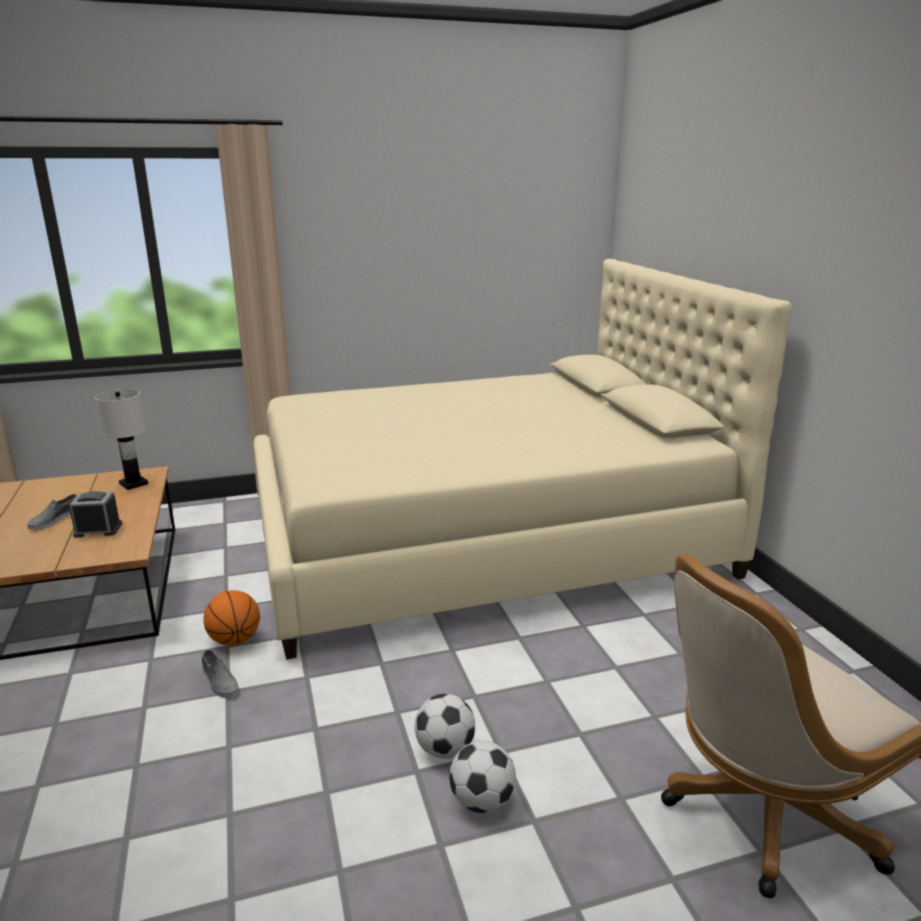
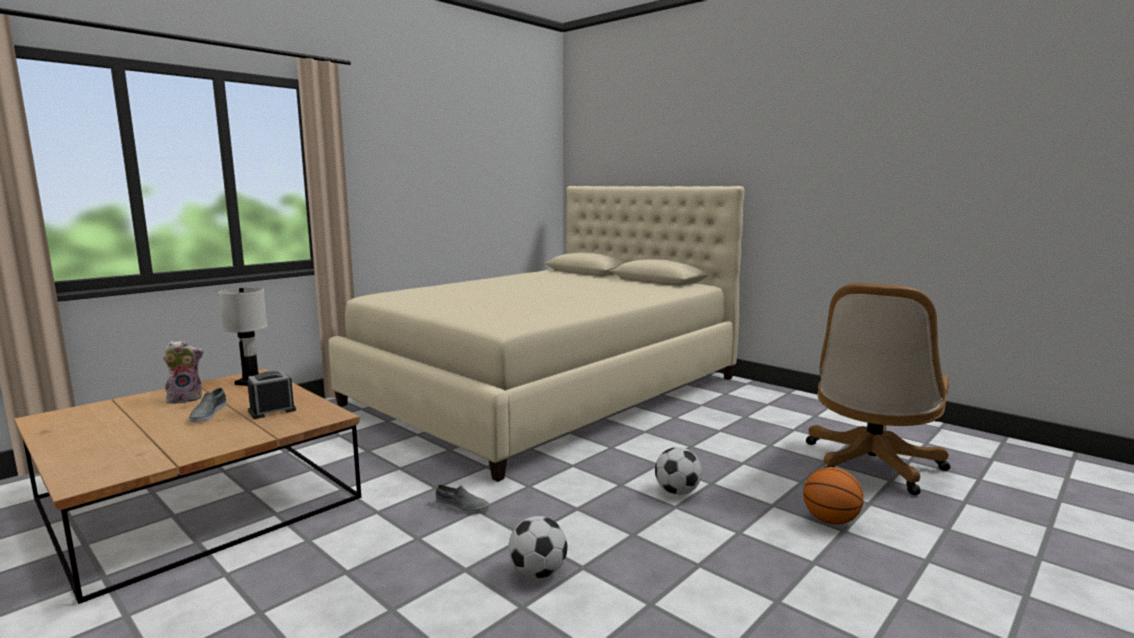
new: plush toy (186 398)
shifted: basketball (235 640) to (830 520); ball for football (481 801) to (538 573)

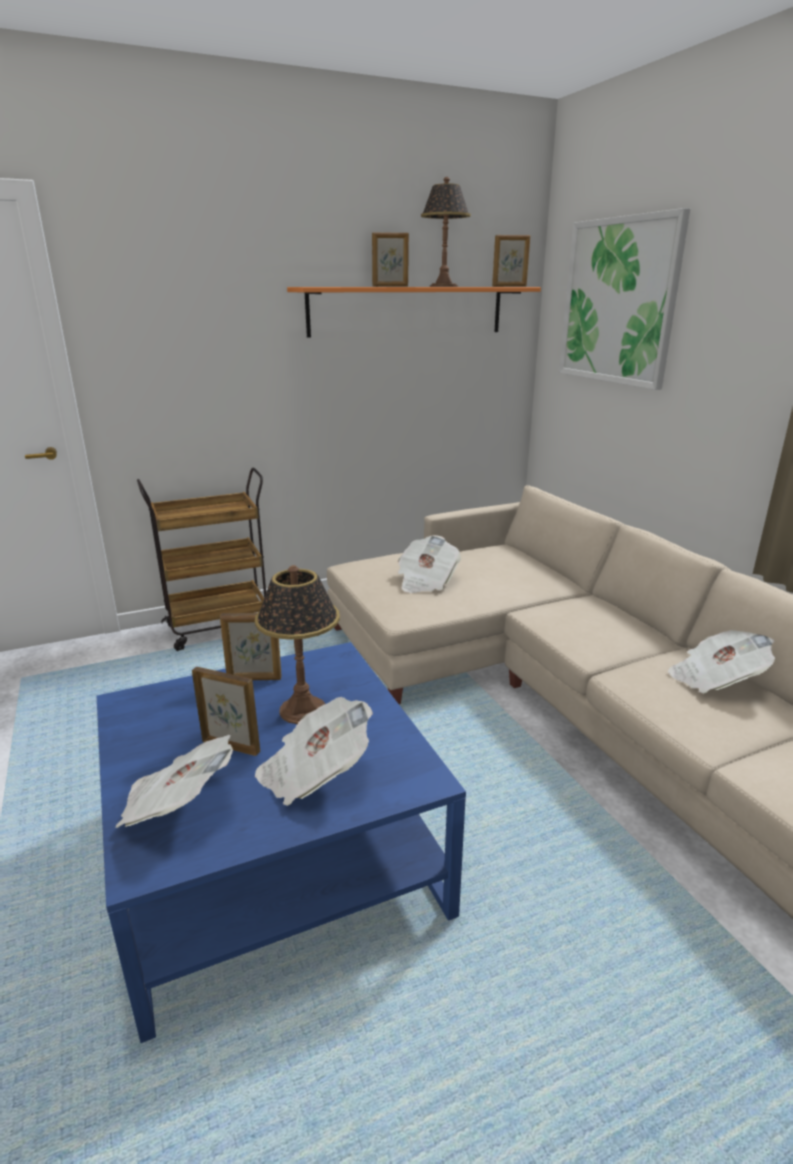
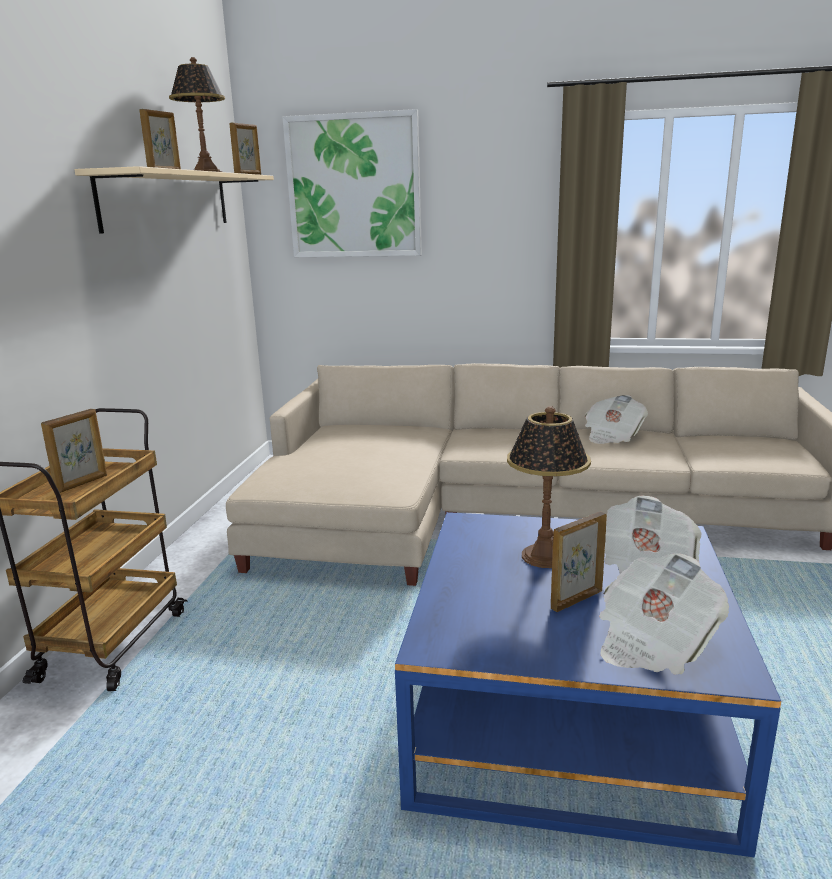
gone: printed paper (426 581)
shifted: picture frame (254 679) to (82 483)
repainted: bracket shelf (orange) (407 311) to bracket shelf (beige-coloured) (168 200)

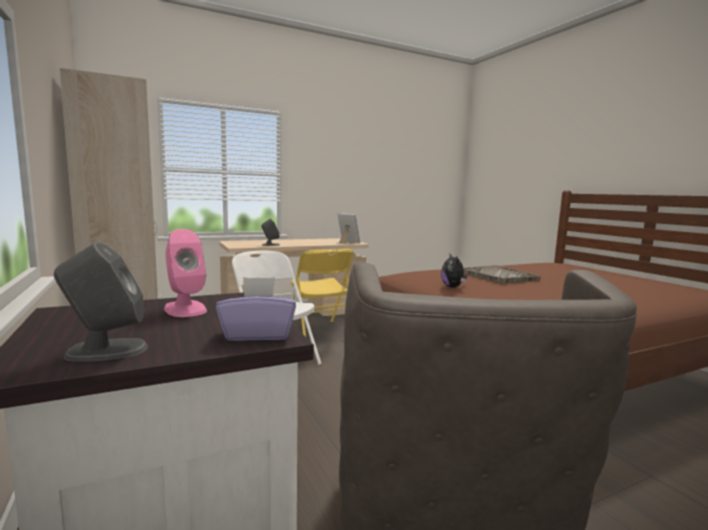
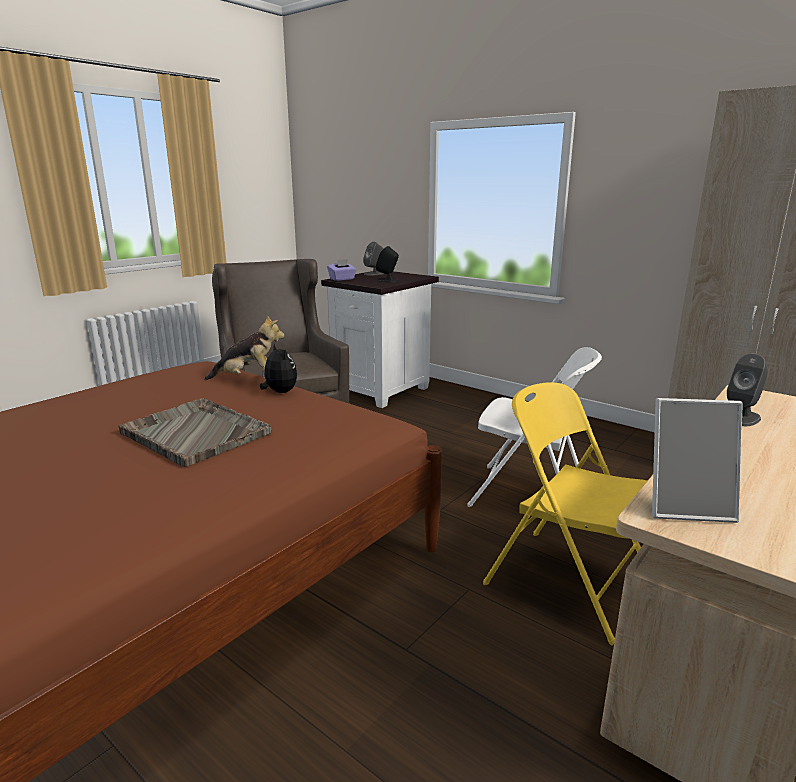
new: plush toy (248 378)
repainted: audio speaker (pink-coloured) (185 309) to audio speaker (blackish) (387 281)

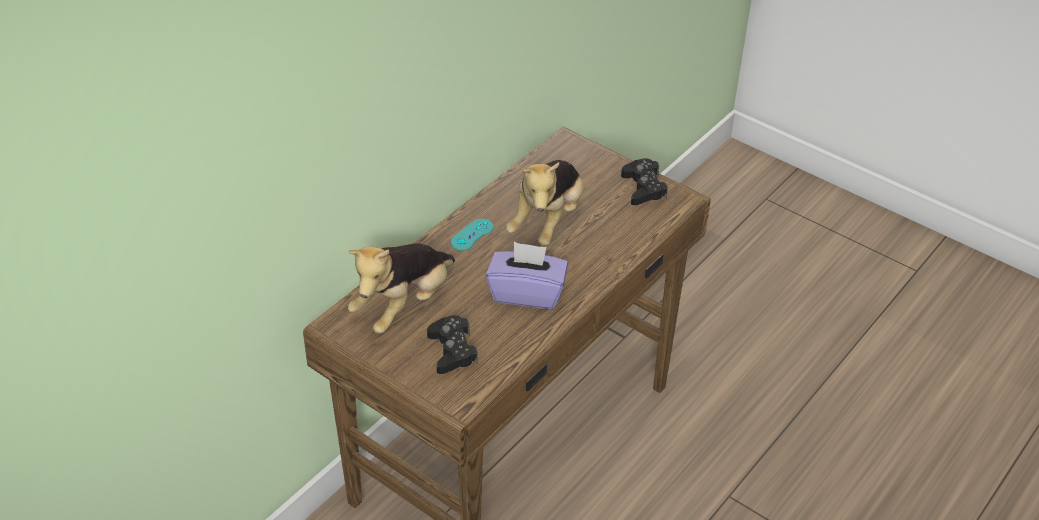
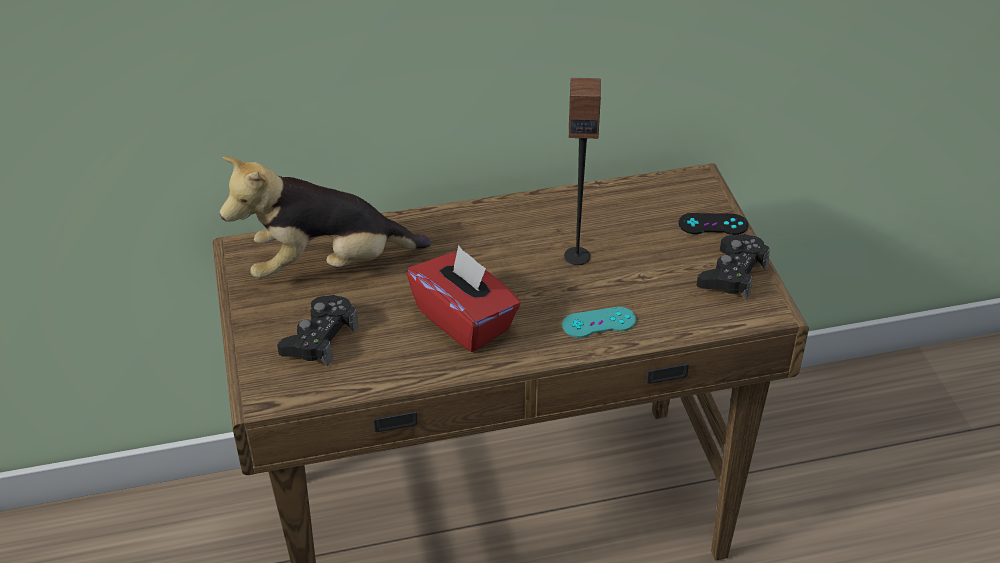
new: joypad (blackish) (713 224)
shifted: joypad (blue-green) (472 235) to (599 323)
swapped: plush toy (547 221) to audio speaker (577 256)
repainted: tissue holder (purplish) (527 293) to tissue holder (red-coloured) (465 320)

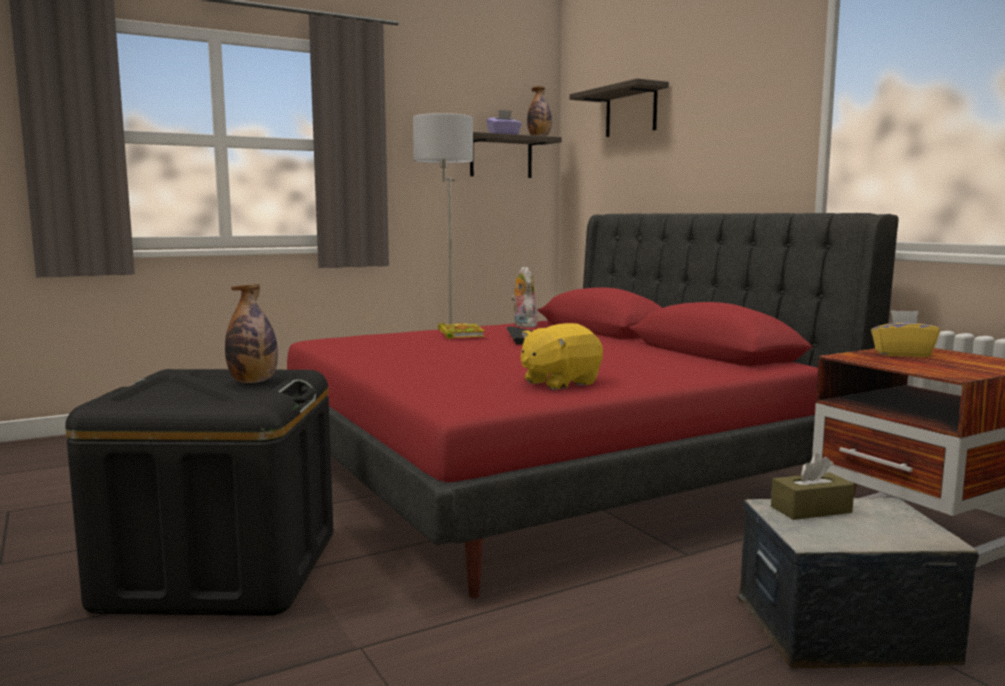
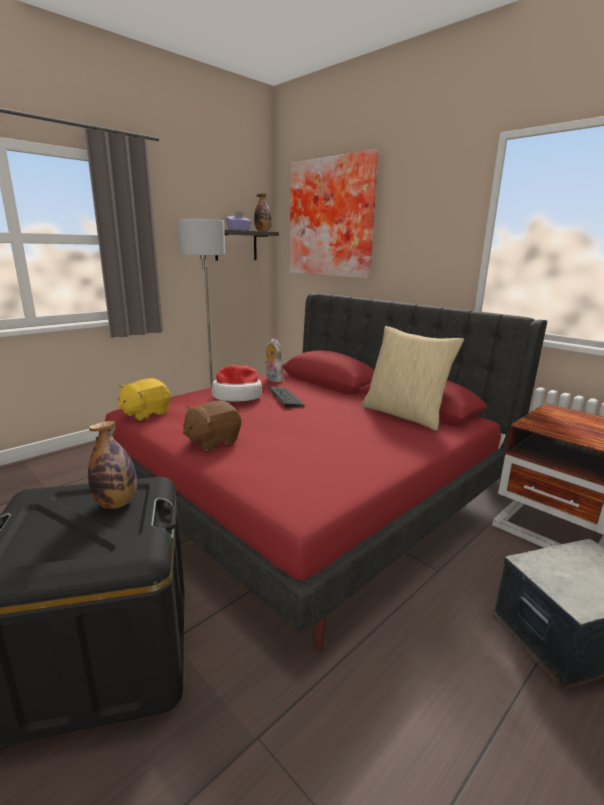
gone: tissue holder (brown-coloured) (811 509); tissue holder (yellow-coloured) (902 354)
new: plush toy (brown-coloured) (212 441); pillow (beige-coloured) (404 414)
shifted: plush toy (yellow-coloured) (559 383) to (145 414)
swapped: book (460 334) to hat (237 396); bracket shelf (631 111) to wall picture (332 218)

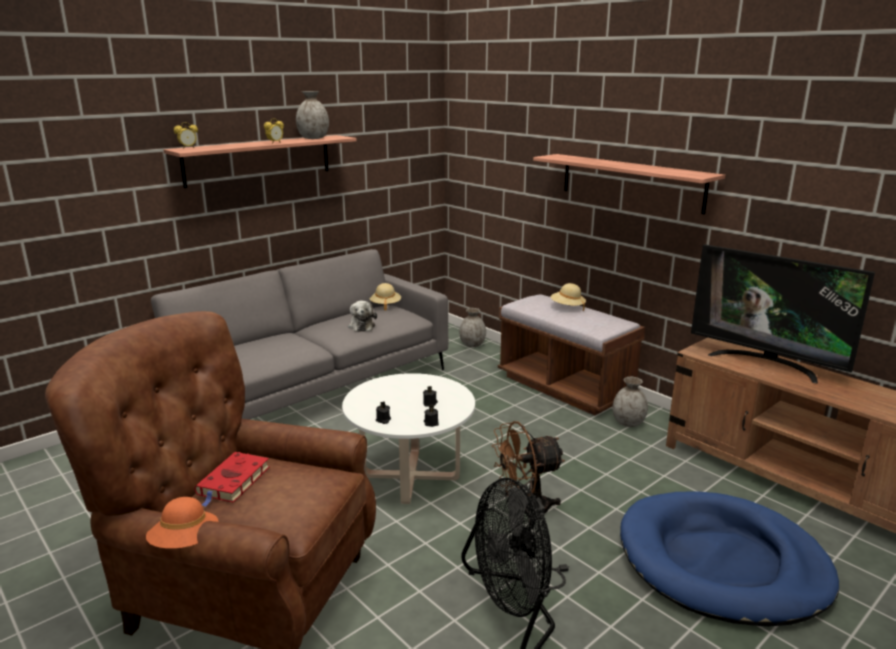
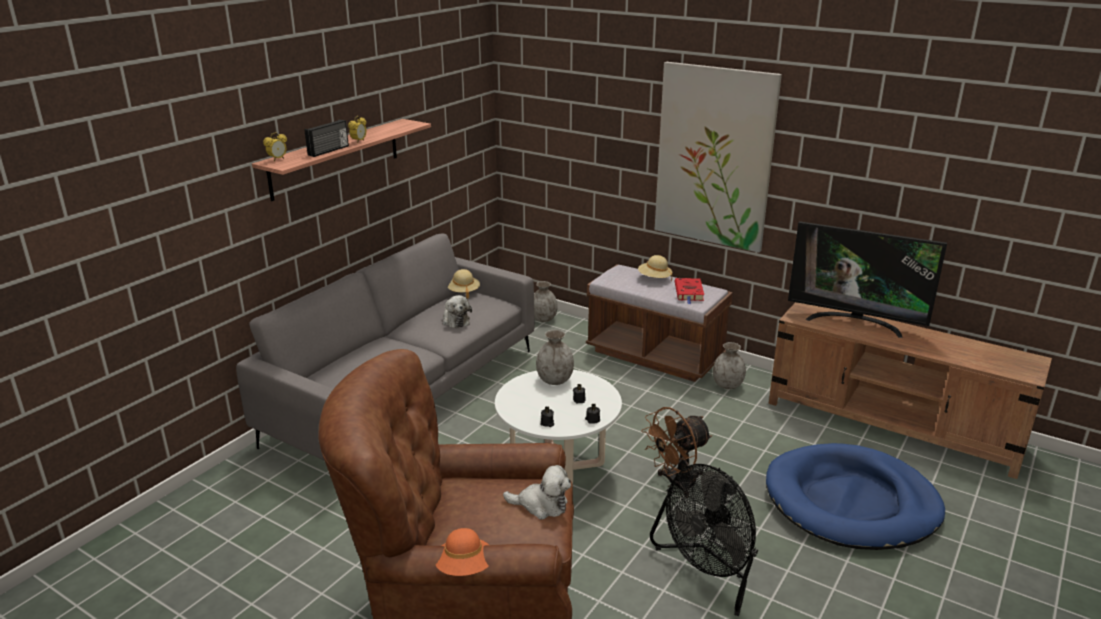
new: radio set (329 151); plush toy (541 505)
shifted: book (red-coloured) (233 482) to (689 293); vase (grey) (313 138) to (555 380)
swapped: bracket shelf (631 182) to wall picture (714 157)

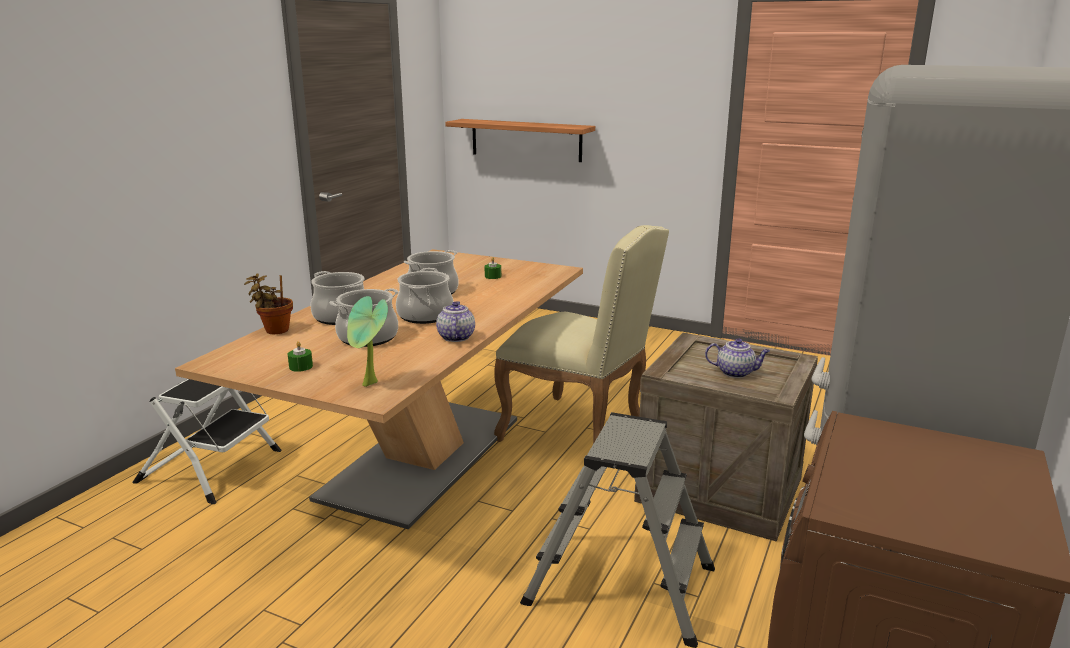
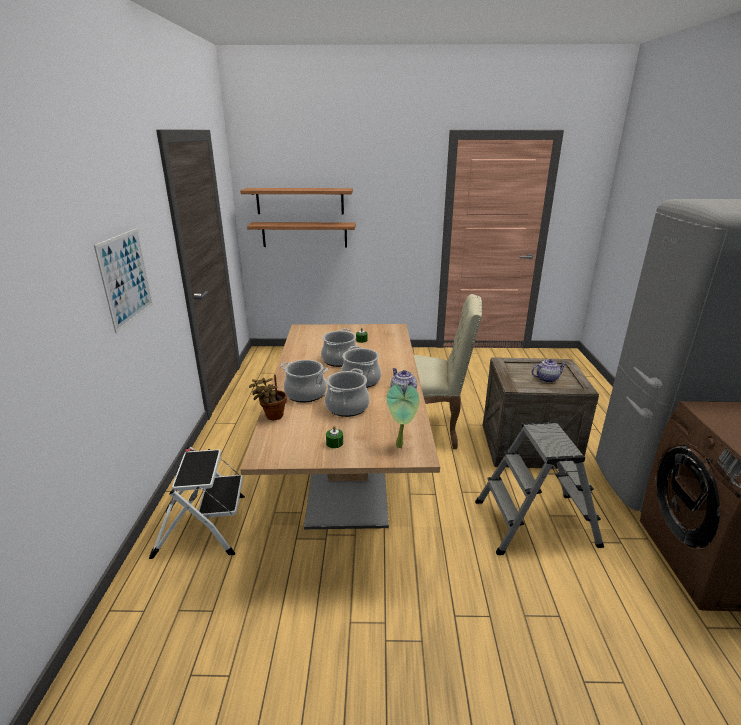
new: wall picture (126 278); bracket shelf (300 201)

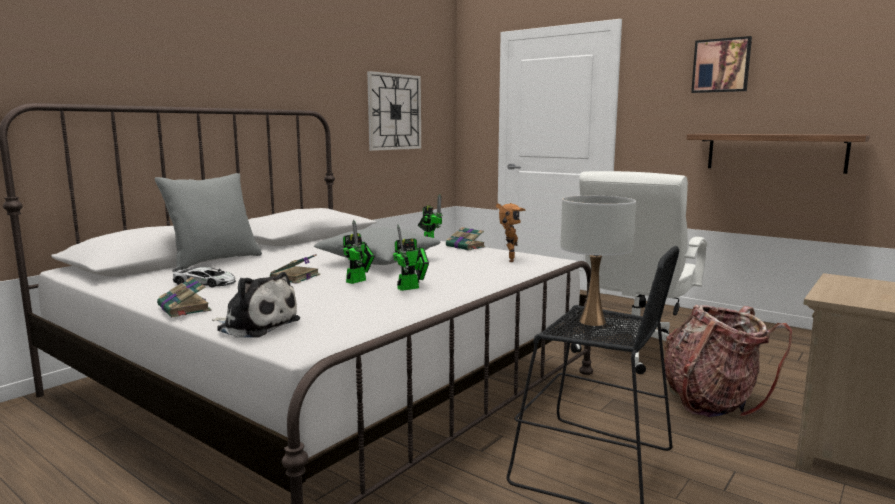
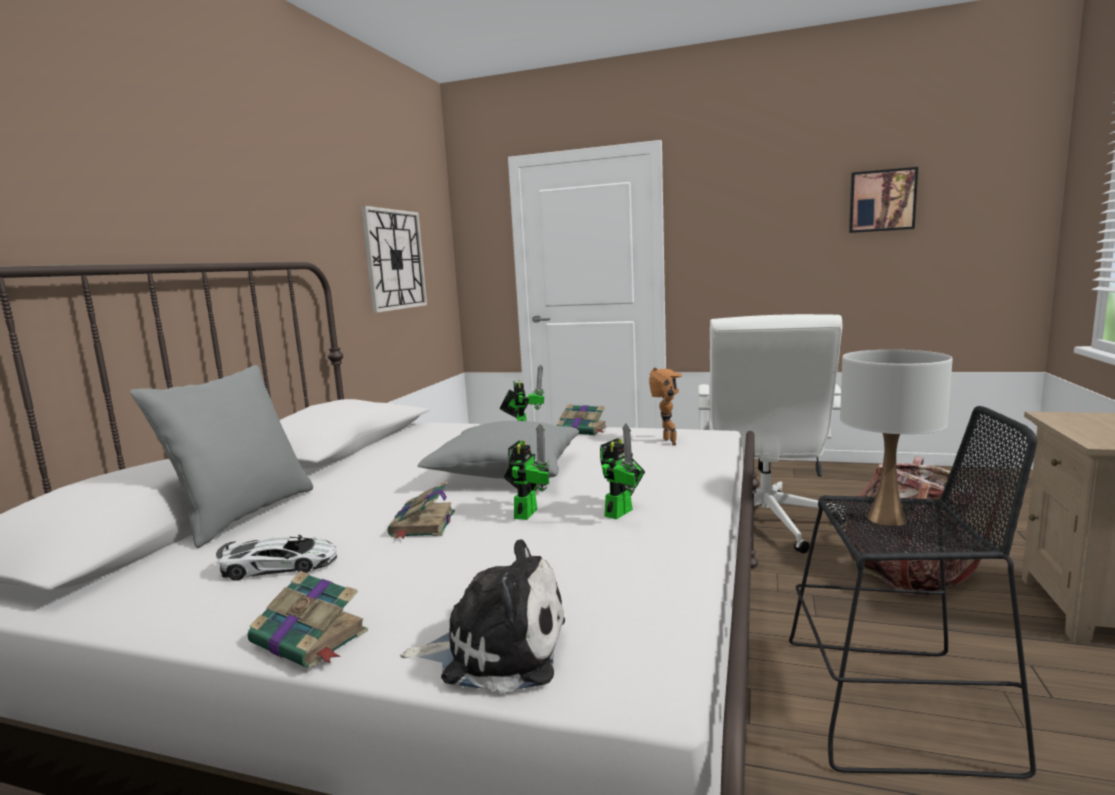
gone: bracket shelf (775 152)
shifted: wall picture (721 65) to (882 201)

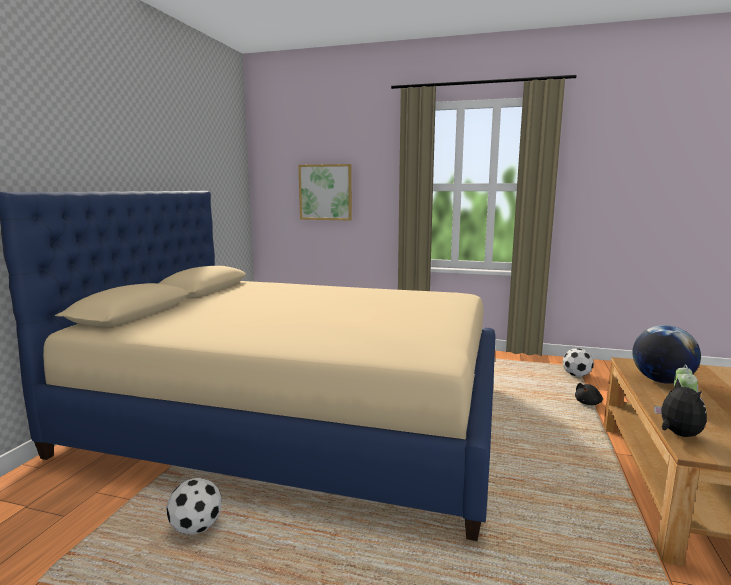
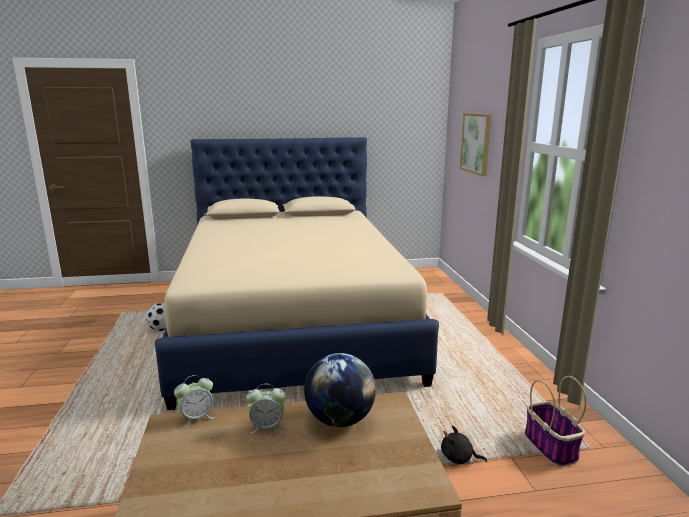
swapped: ball for football (576 375) to basket (551 447); plush toy (677 434) to table clock (197 418)

